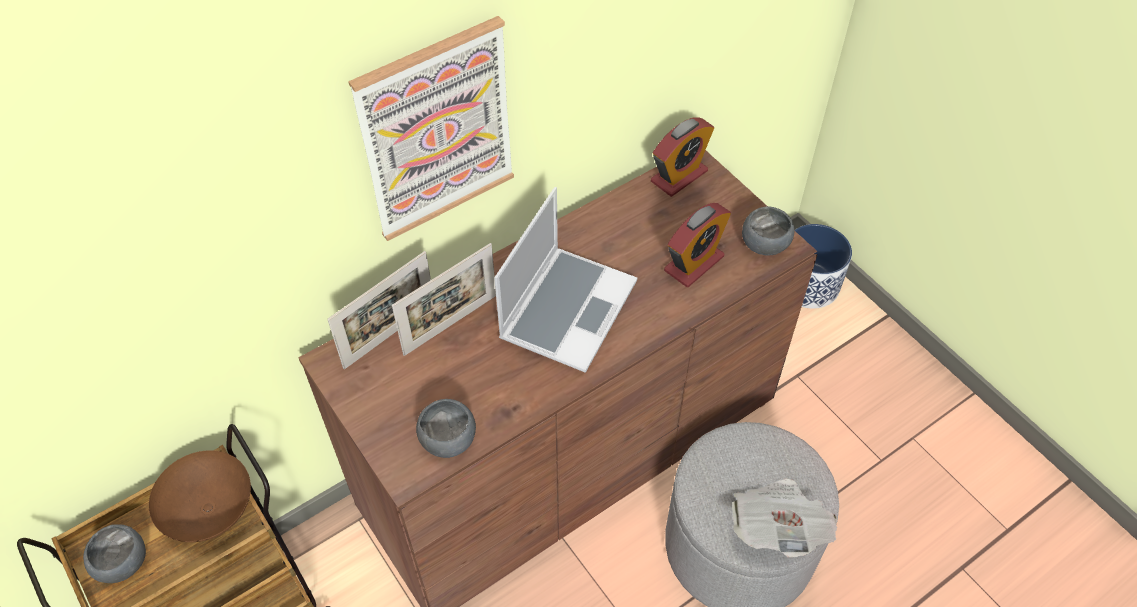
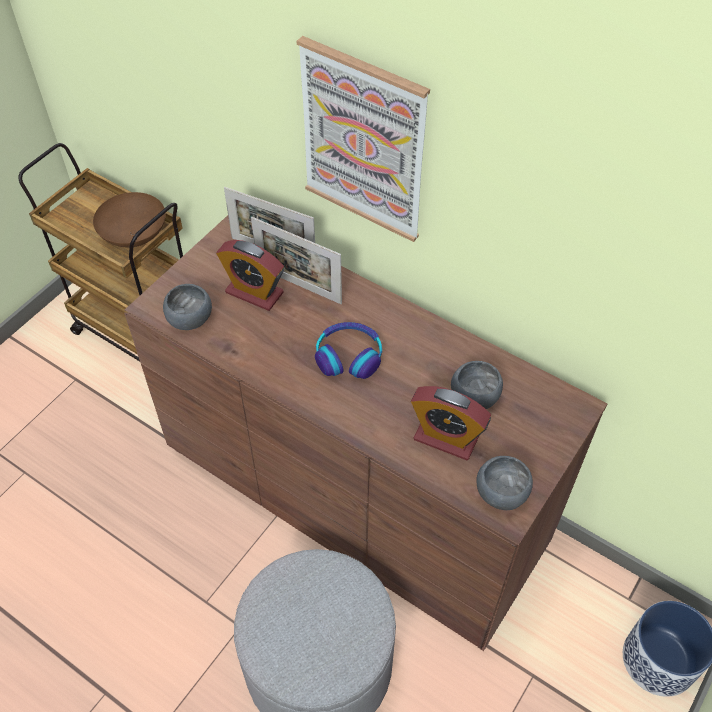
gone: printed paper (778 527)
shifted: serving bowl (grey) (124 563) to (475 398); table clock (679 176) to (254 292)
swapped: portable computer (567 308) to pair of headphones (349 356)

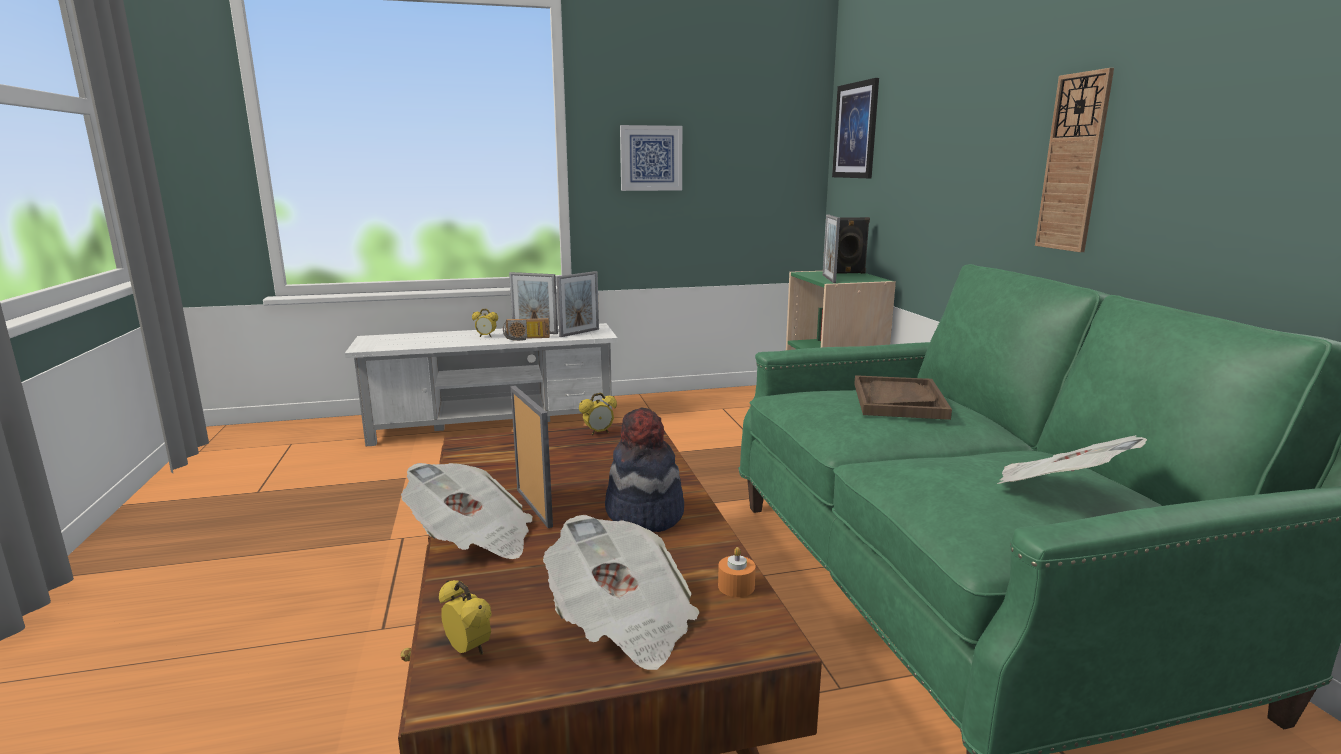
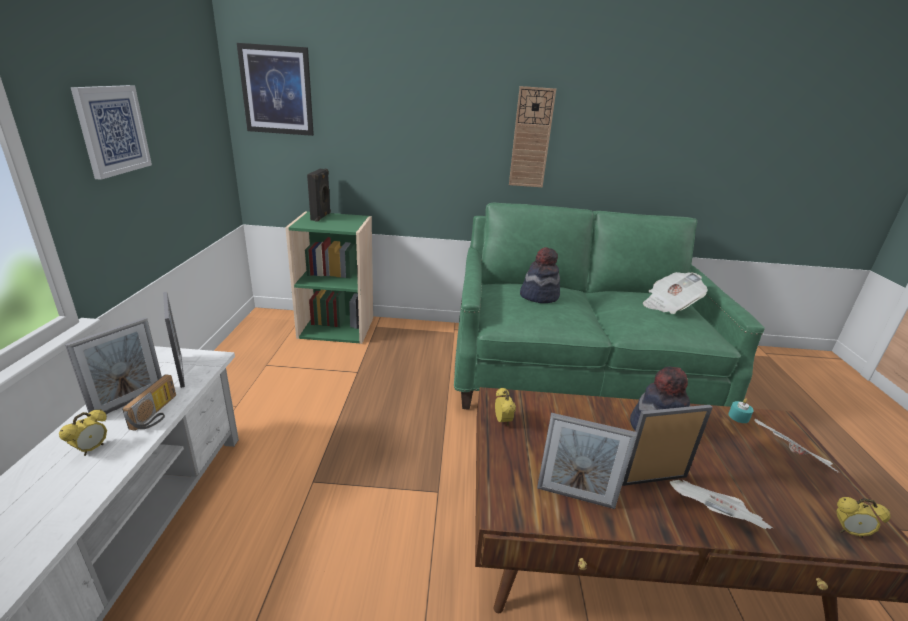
shifted: picture frame (828 279) to (575 497)
swapped: carrying tray (brown-coloured) (898 400) to hat (539 296)
repainted: wax light (orange) (736 586) to wax light (blue-green) (738 417)
rotated: table clock (468 650) = (849 532) 135 degrees counterclockwise

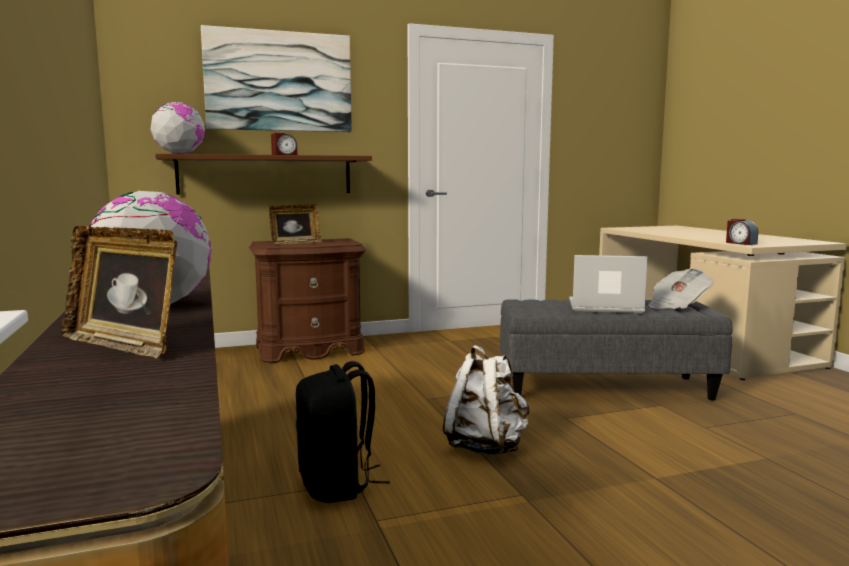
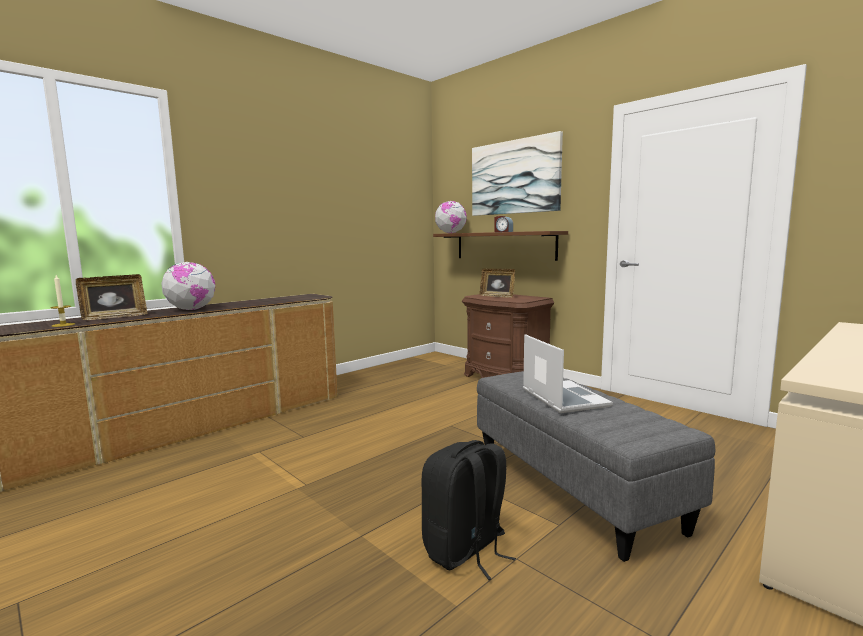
gone: backpack (white-coloured) (486 447); printed paper (676 305); table clock (740 243)
new: wax light (63 325)
shifted: backpack (blackish) (337 485) to (465 551)
rotated: picture frame (124 345) = (115 317) 135 degrees counterclockwise

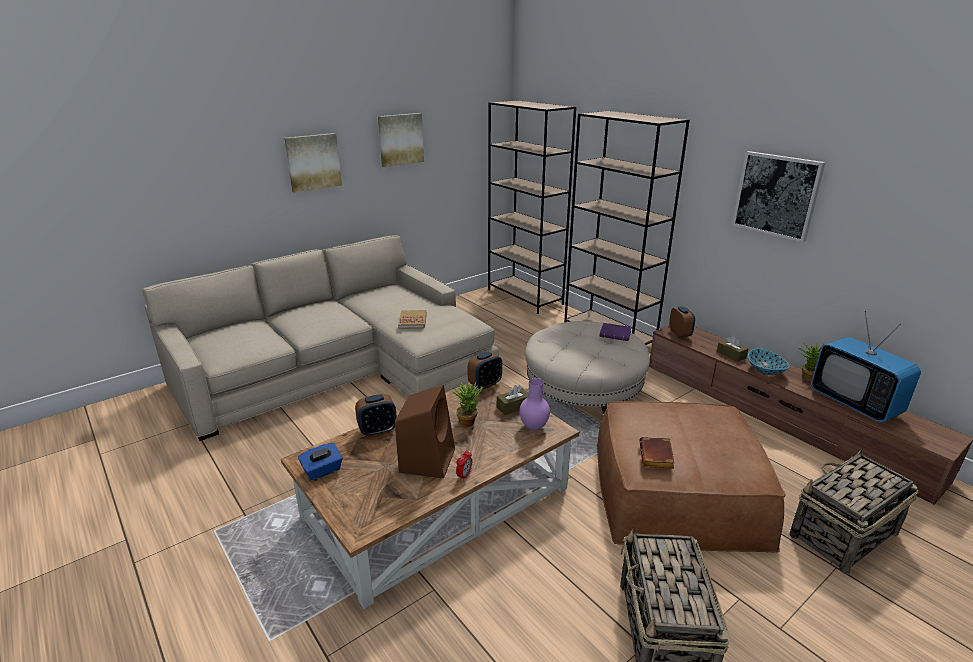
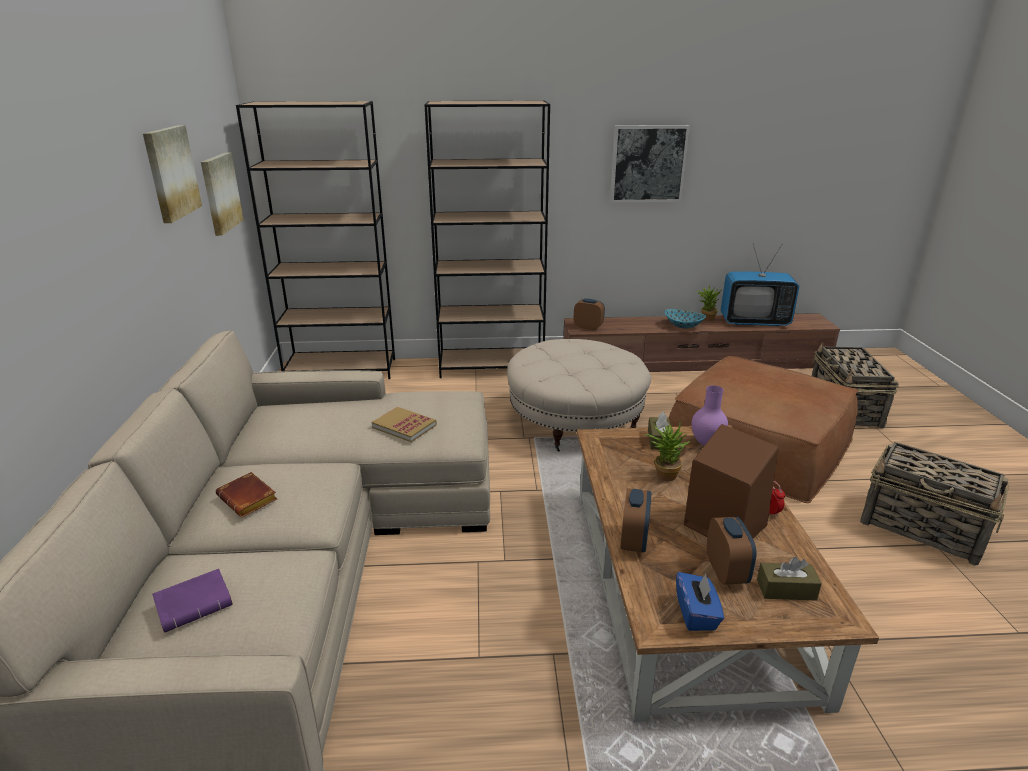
shifted: wall picture (313 162) to (220 193); table clock (485 384) to (726 572); book (purplish) (616 334) to (196 603); book (brown-coloured) (657 457) to (250 499); tissue holder (brown-coloured) (731 355) to (786 590)

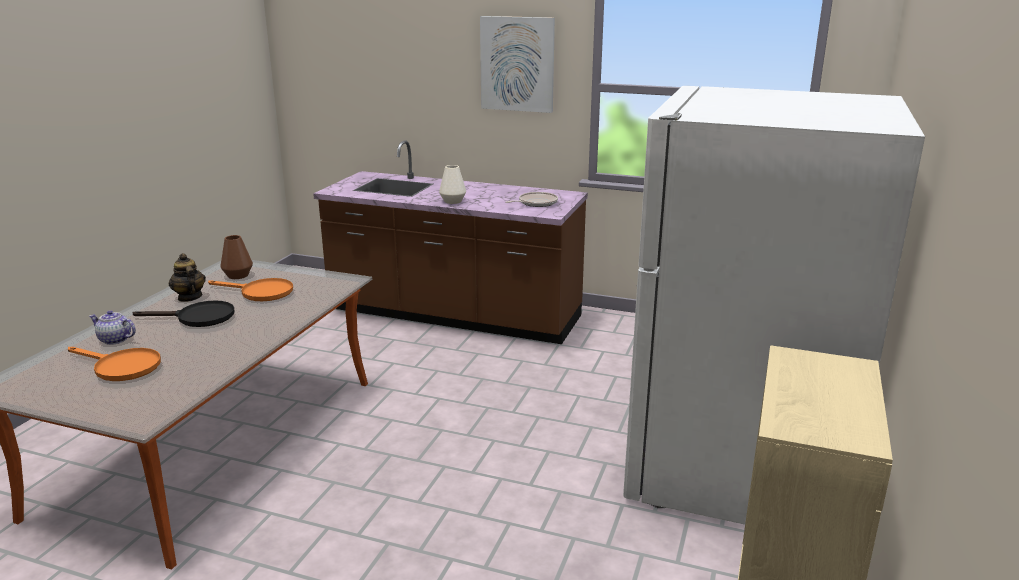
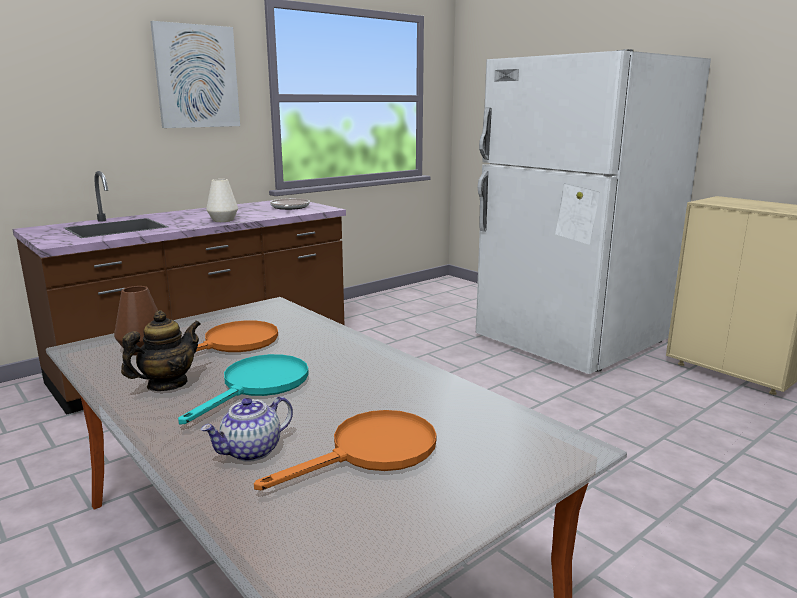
repainted: pan (blackish) (198 318) to pan (blue-green) (258 386)
rotated: pot for tea (189 297) = (167 384) 135 degrees clockwise

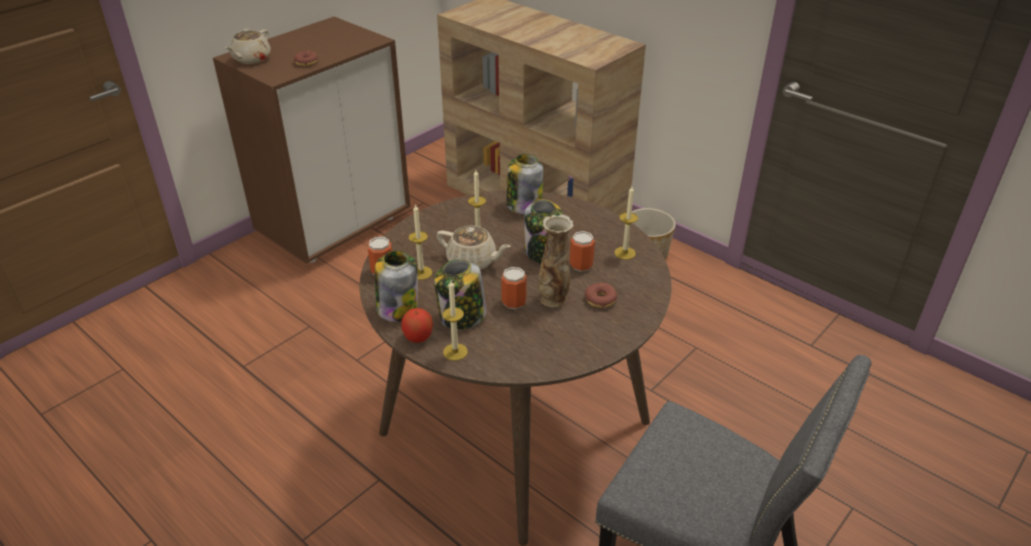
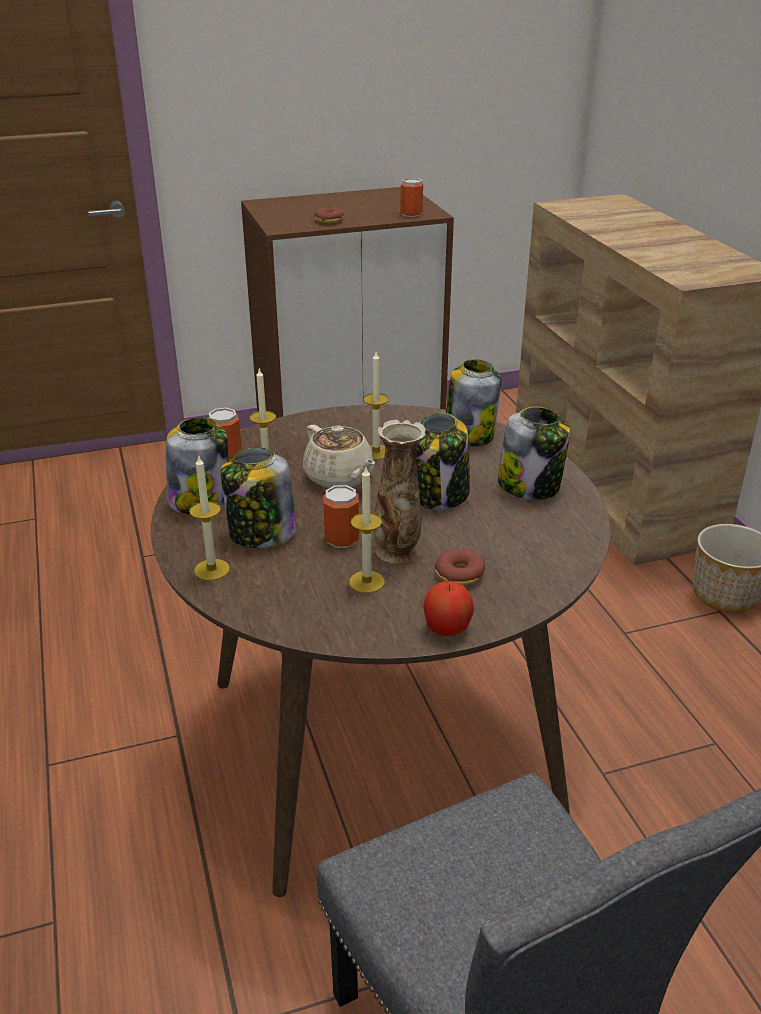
gone: pot for tea (beige-coloured) (251 59)
new: jar (530 486)
shifted: apple (418 337) to (447 629); metal can (581 265) to (411 214); wax light (625 253) to (367 582)

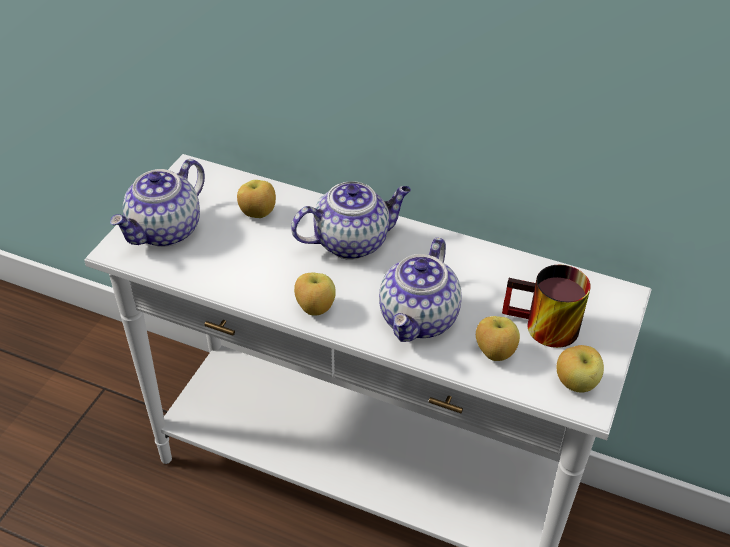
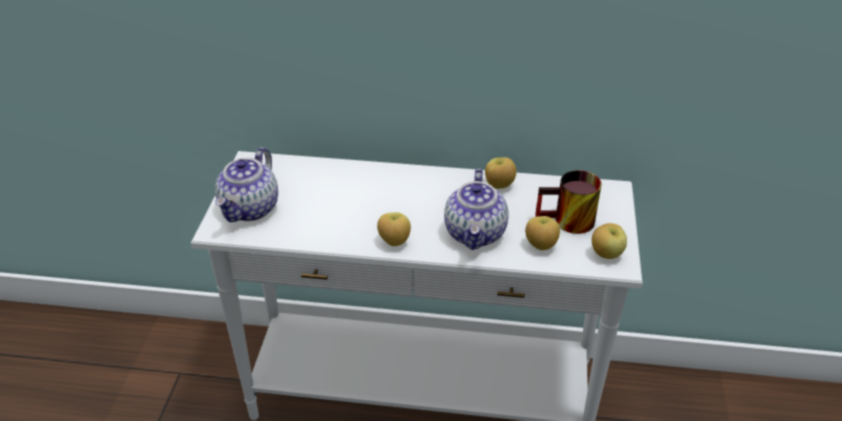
gone: pot for tea (352 242)
shifted: apple (257 214) to (499 185)

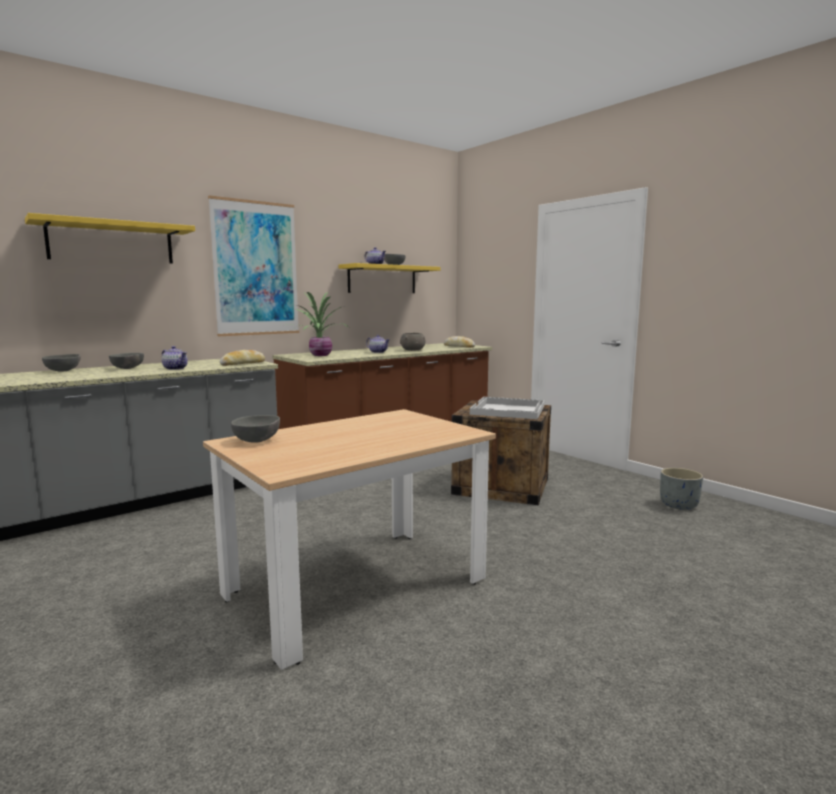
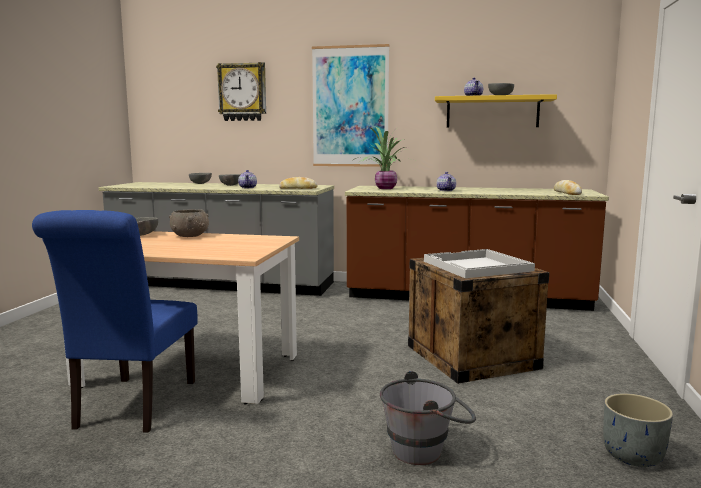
new: upright chair (blue-coloured) (132 407); water bucket (grey) (427 450)
shifted: serving bowl (grey) (412 350) to (190 236)
swapped: bracket shelf (yellow-coloured) (111 243) to hanging clock (242 92)

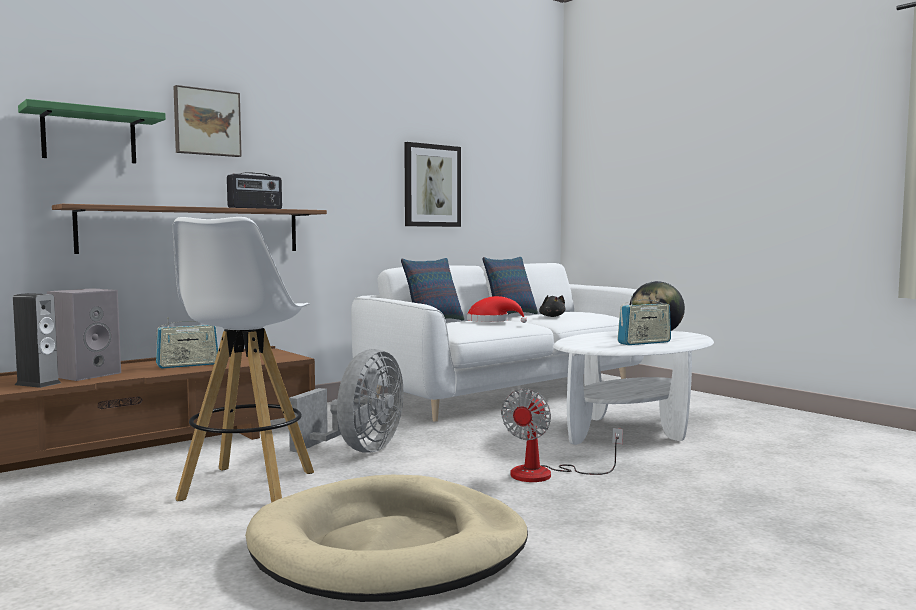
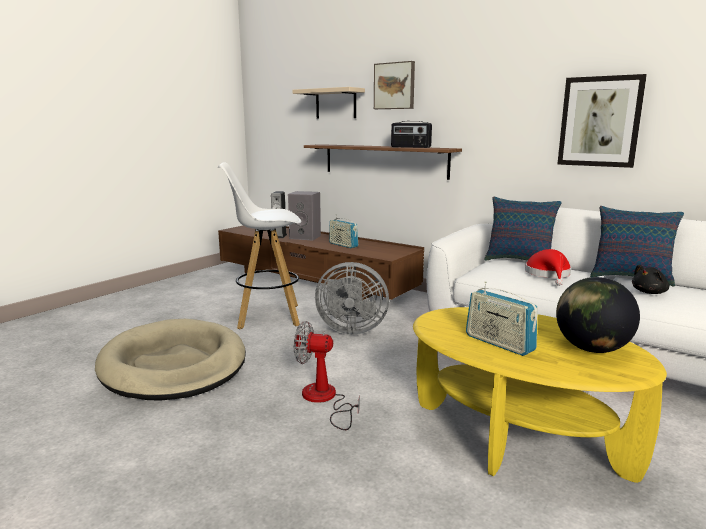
repainted: bracket shelf (green-coloured) (89 136) to bracket shelf (beige-coloured) (336 104); low table (white-coloured) (632 429) to low table (yellow-coloured) (517 439)

